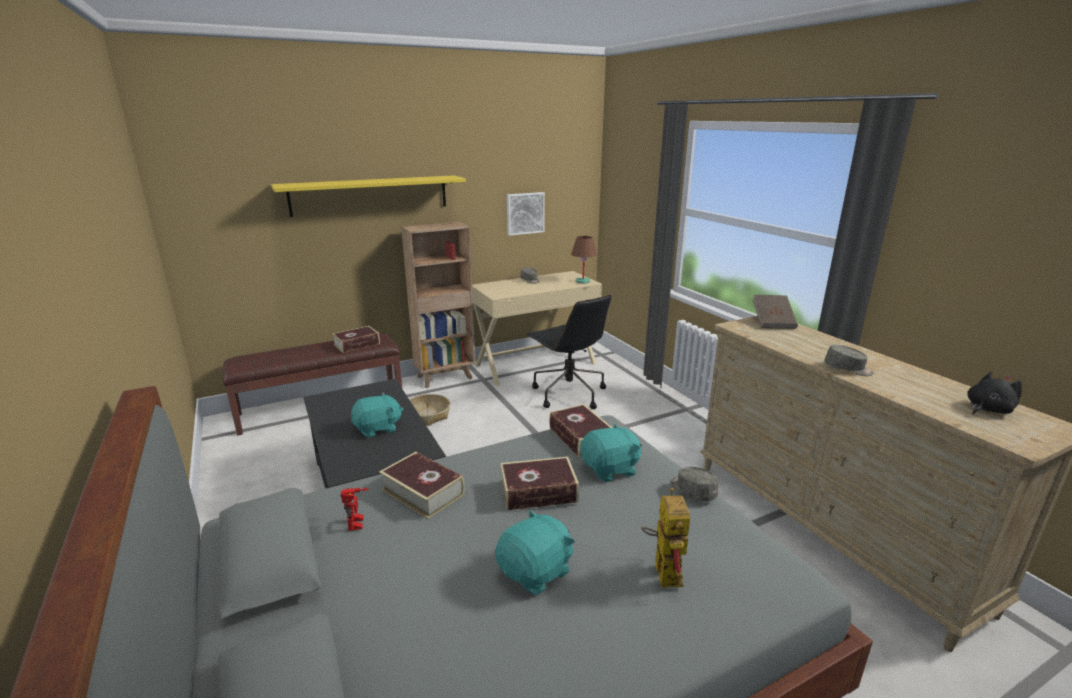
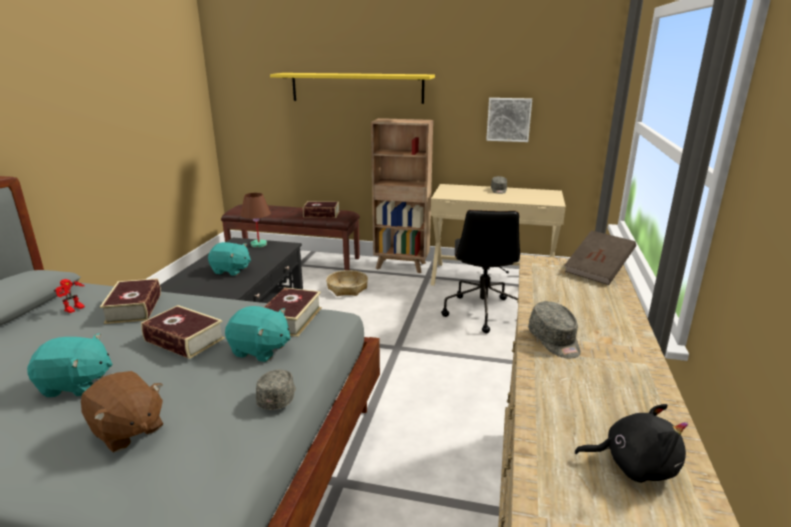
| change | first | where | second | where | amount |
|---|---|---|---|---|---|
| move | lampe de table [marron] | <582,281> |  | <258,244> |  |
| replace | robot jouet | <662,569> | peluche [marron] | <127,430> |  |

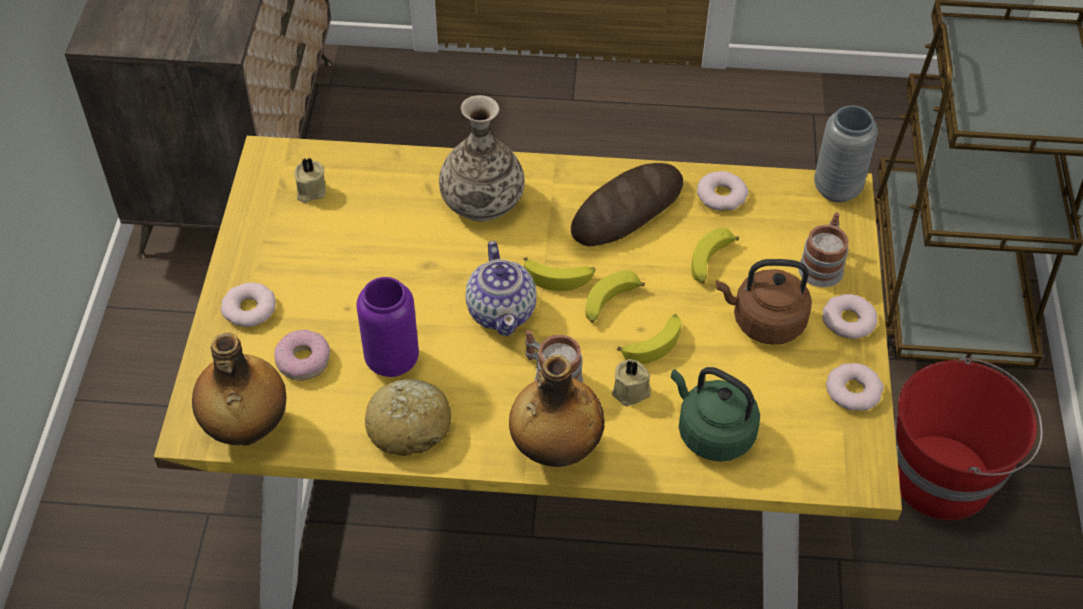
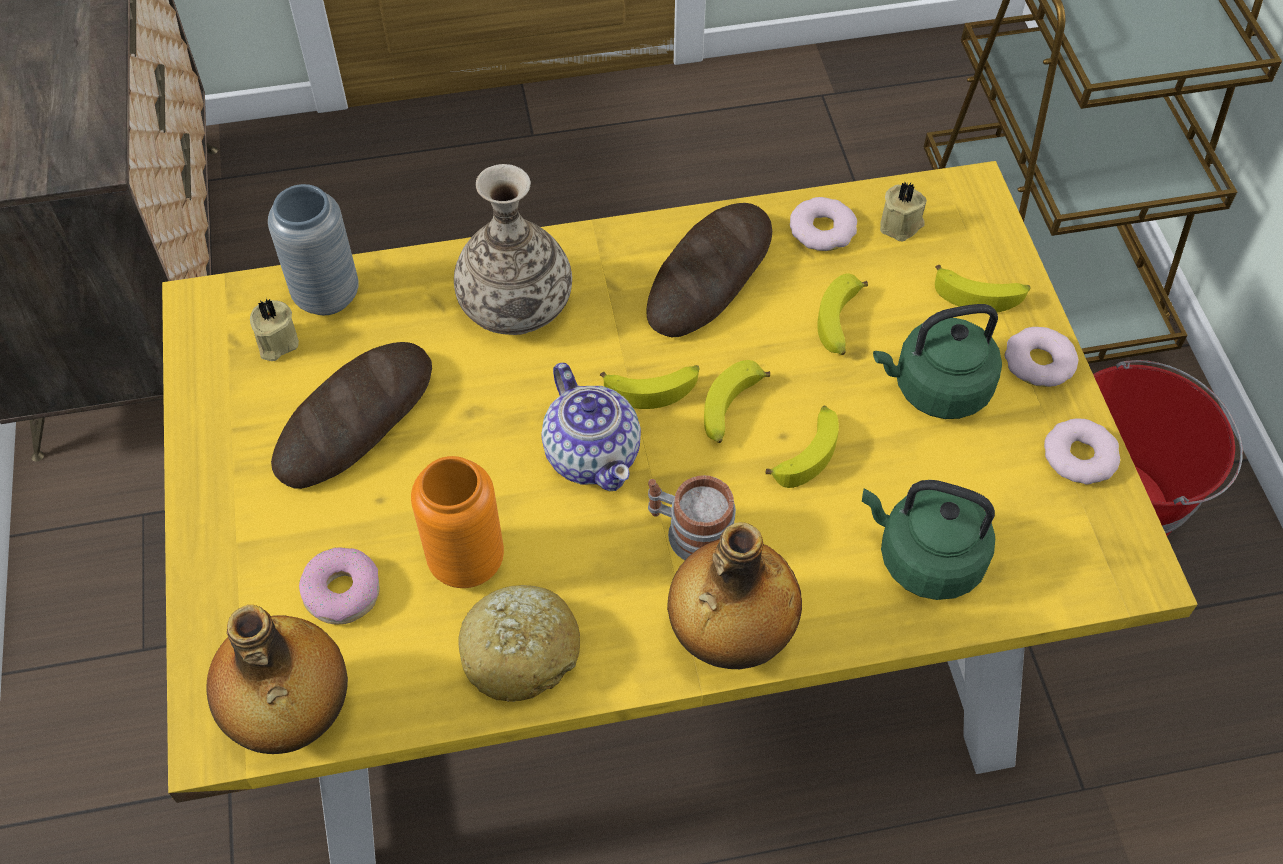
| change | first | where | second | where | amount |
|---|---|---|---|---|---|
| move | vase [gris] | <837,189> |  | <327,295> |  |
| replace | mug | <822,264> | banane | <980,294> |  |
| recolor | bouilloire [marron] | <764,322> | bouilloire [vert] | <936,388> |  |
| recolor | vase [violet] | <392,360> | vase [orange] | <466,561> |  |
| delete | beignet | <249,309> |  |  |  |
| move | bougie [beige] | <631,392> |  | <901,225> |  |
| insert |  |  | pain | <355,420> |  |

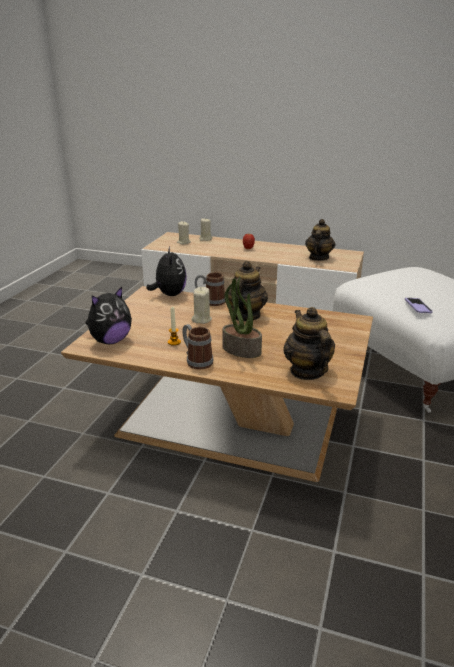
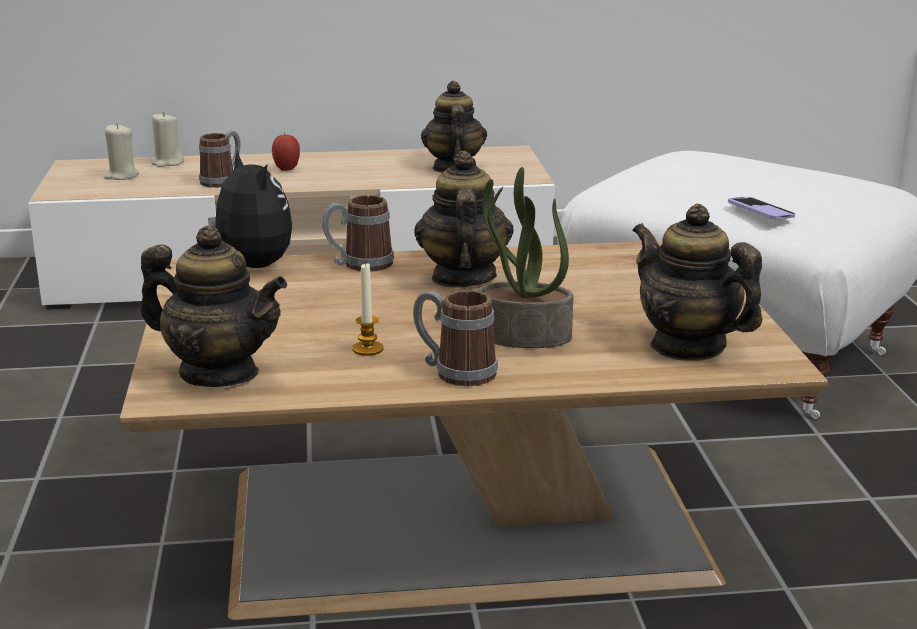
| change | first | where | second | where | amount |
|---|---|---|---|---|---|
| replace | peluche | <110,341> | théière | <219,373> |  |
| delete | bougie [beige] | <201,319> |  |  |  |
| insert |  |  | mug | <223,181> |  |

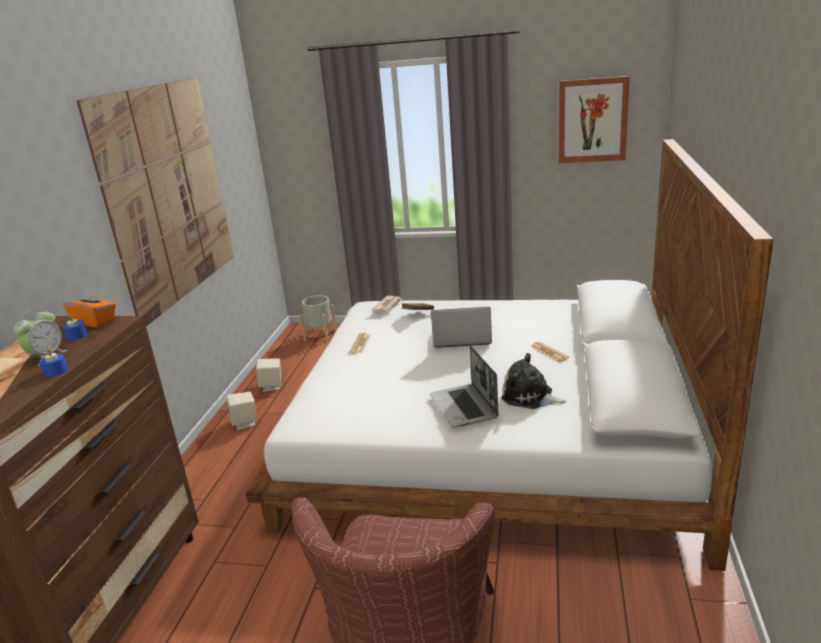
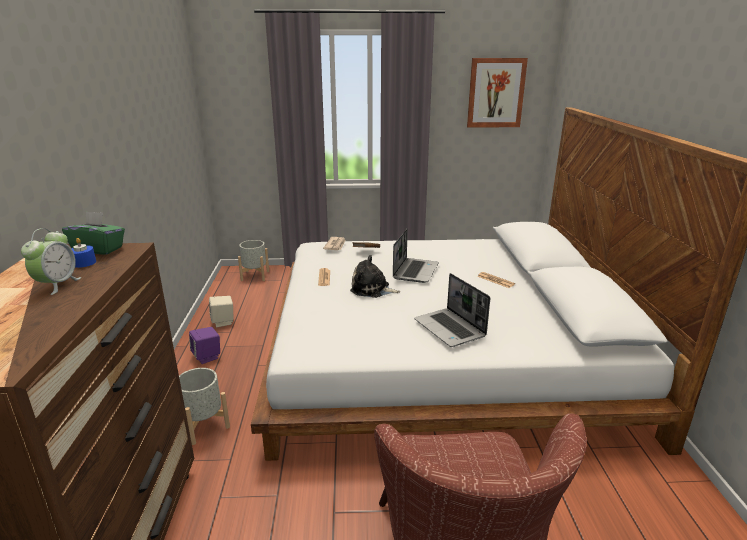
| change | first | where | second | where | amount |
|---|---|---|---|---|---|
| delete | tableau | <168,194> |  |  |  |
| recolor | boîte à mouchoirs [orange] | <95,322> | boîte à mouchoirs [vert] | <99,249> |  |
| rotate | ordinateur portable | <461,338> |  | <415,271> | 120 degrees clockwise |
| delete | bougie [bleu] | <55,371> |  |  |  |
| move | peluche | <530,397> |  | <372,289> |  |
| recolor | enceinte [beige] | <244,423> | enceinte [violet] | <207,357> |  |
| insert |  |  | cache-pot [gris] | <203,425> |  |

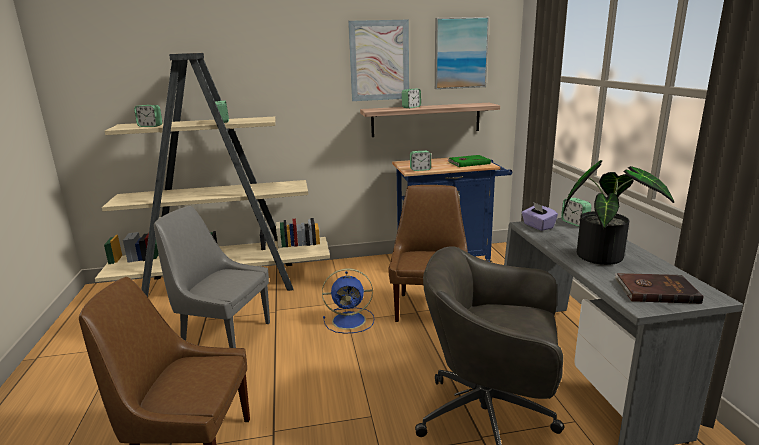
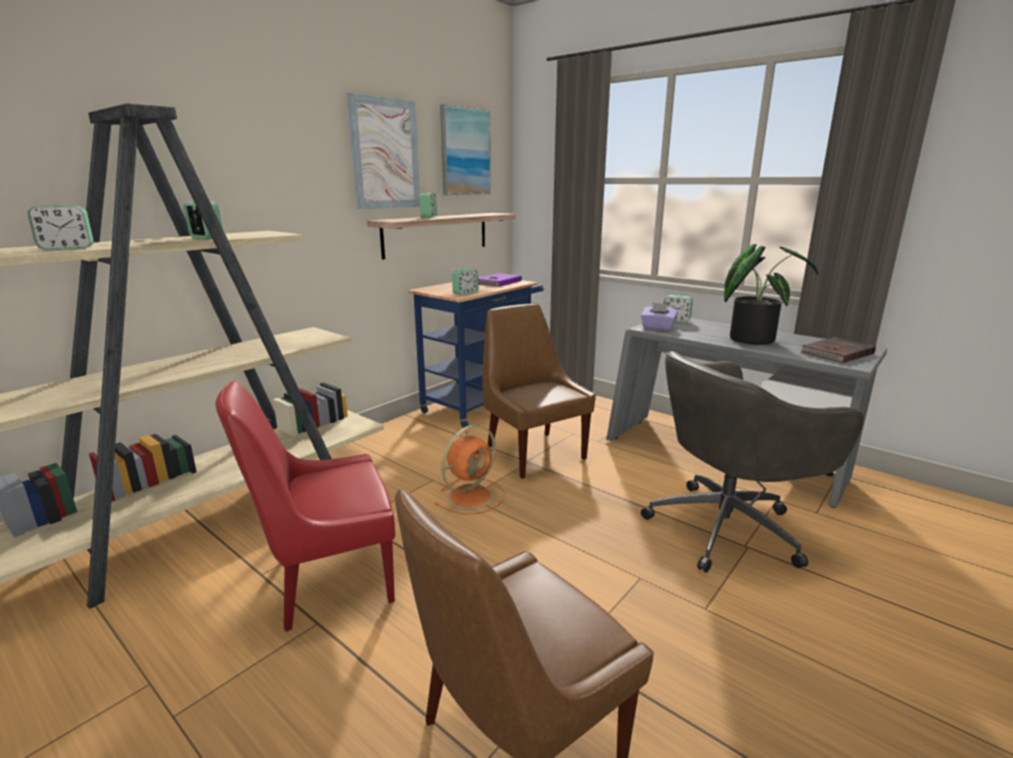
| change | first | where | second | where | amount |
|---|---|---|---|---|---|
| recolor | livre [vert] | <468,163> | livre [violet] | <497,282> |  |
| recolor | chaise [gris] | <224,335> | chaise [rouge] | <327,581> |  |
| recolor | ventilateur [bleu] | <350,320> | ventilateur [orange] | <472,495> |  |

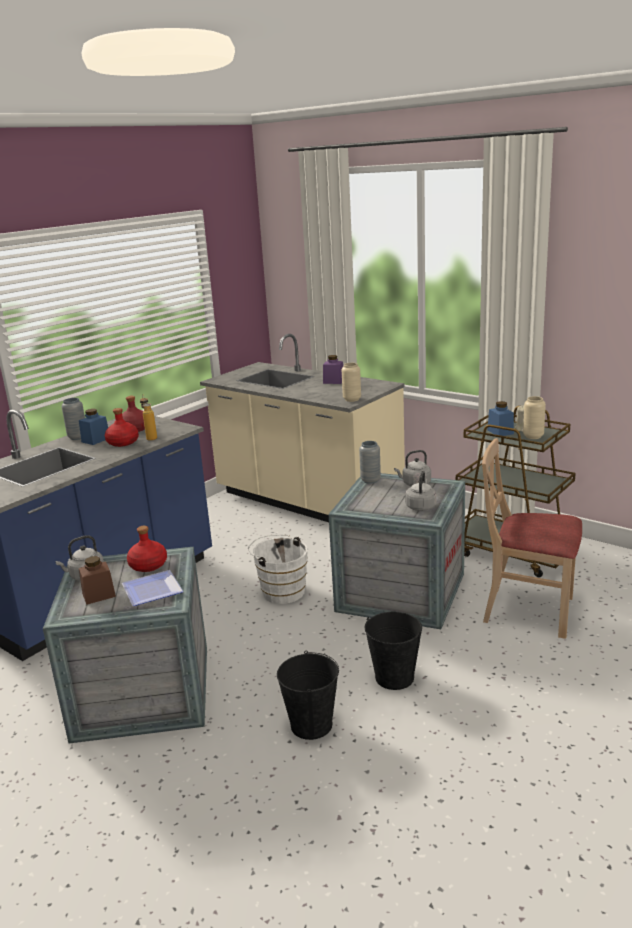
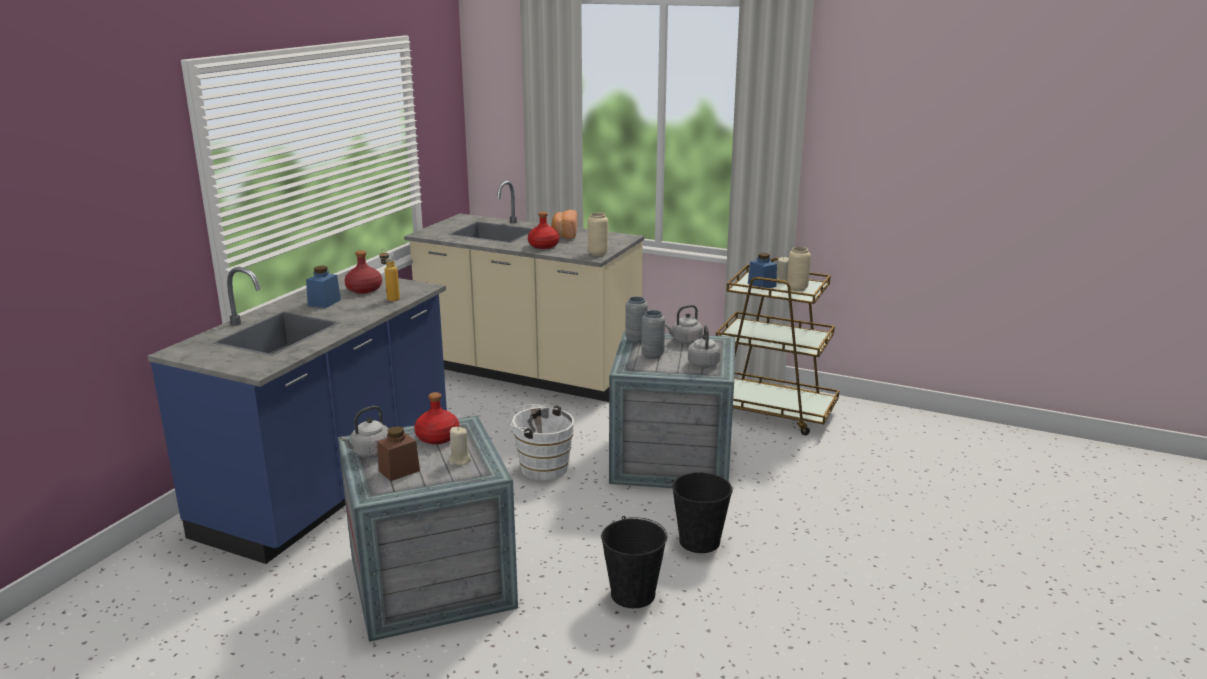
| change | first | where | second | where | amount |
|---|---|---|---|---|---|
| replace | bocal [violet] | <333,381> | pain | <564,234> |  |
| move | vase [gris] | <78,437> |  | <652,355> |  |
| move | bouteille [rouge] | <122,442> |  | <543,246> |  |
| delete | chaise [beige] | <528,610> |  |  |  |
| replace | assiette | <153,589> | bougie [beige] | <459,460> |  |

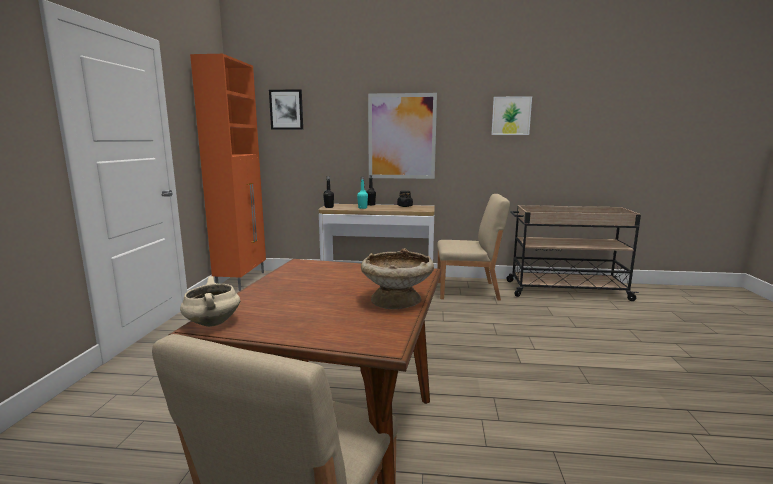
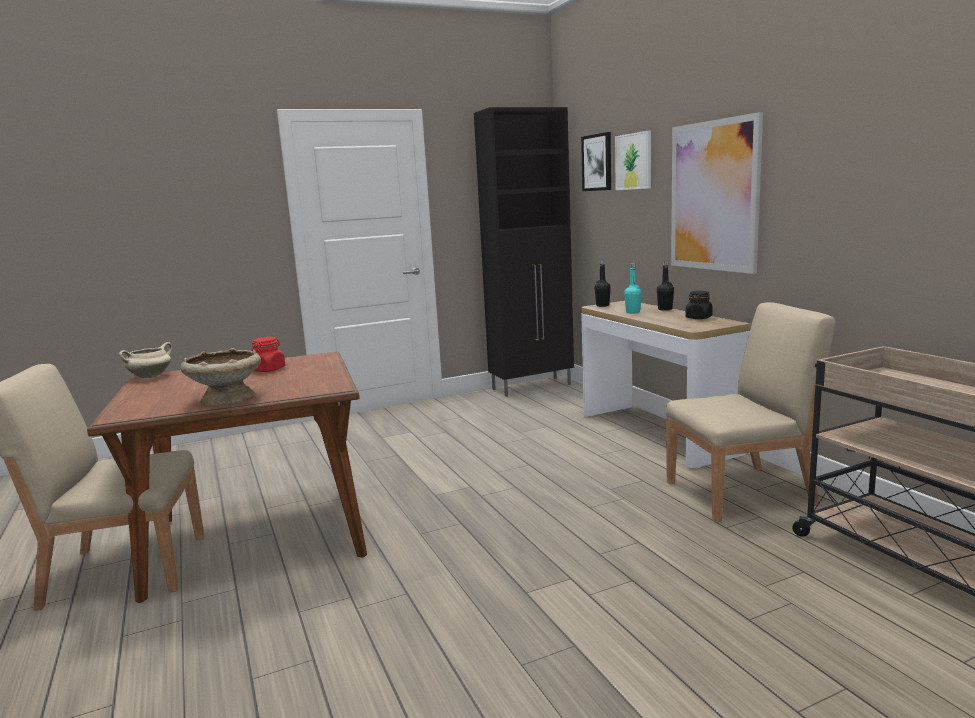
| change | first | where | second | where | amount |
|---|---|---|---|---|---|
| recolor | meuble de rangement [orange] | <242,280> | meuble de rangement [noir] | <533,387> |  |
| move | tableau | <511,116> |  | <633,161> |  |
| rotate | chaise [beige] | <468,291> |  | <741,493> | 75 degrees counterclockwise |
| insert |  |  | bocal [rouge] | <268,369> |  |

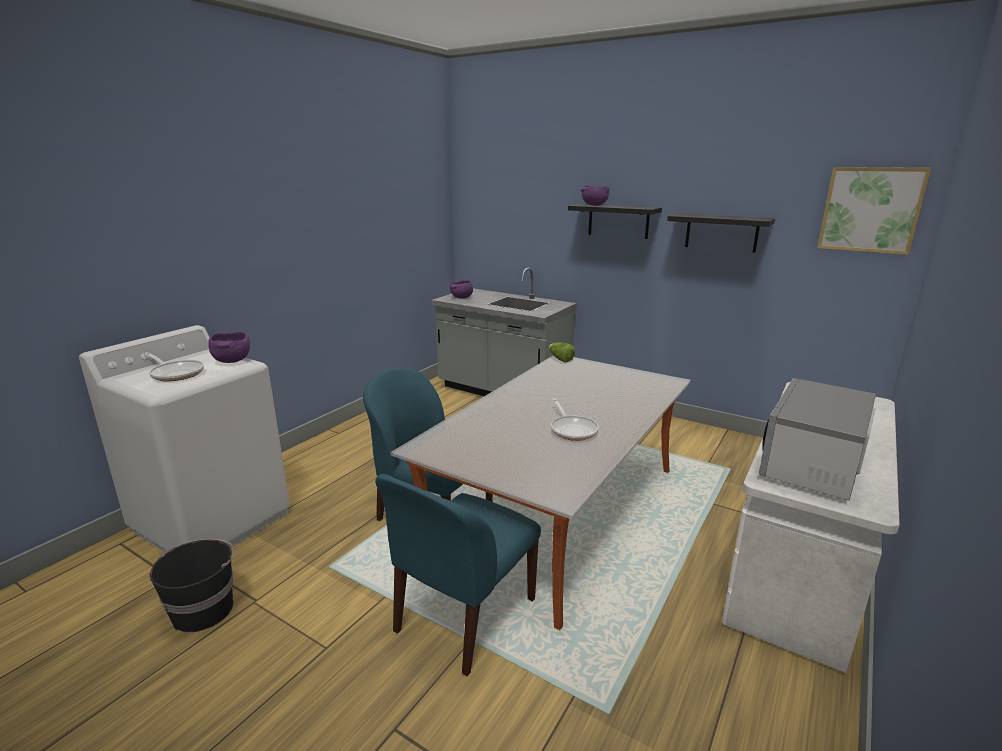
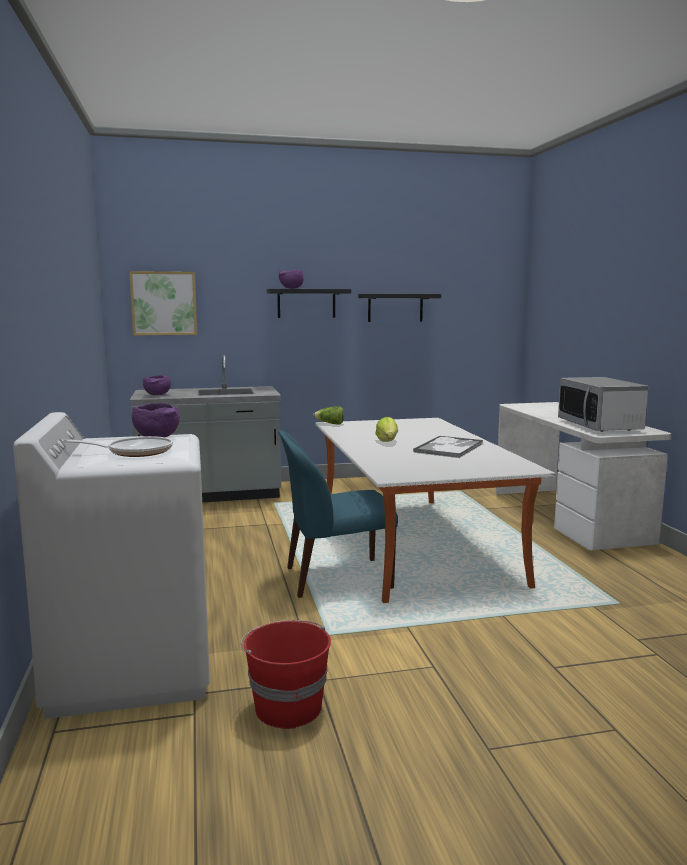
| change | first | where | second | where | amount |
|---|---|---|---|---|---|
| move | tableau | <870,210> |  | <164,303> |  |
| replace | poêle | <572,429> | plateau | <449,447> |  |
| delete | chaise [bleu] | <463,617> |  |  |  |
| recolor | seau [noir] | <204,610> | seau [rouge] | <287,707> |  |
| insert |  |  | laitue | <387,441> |  |

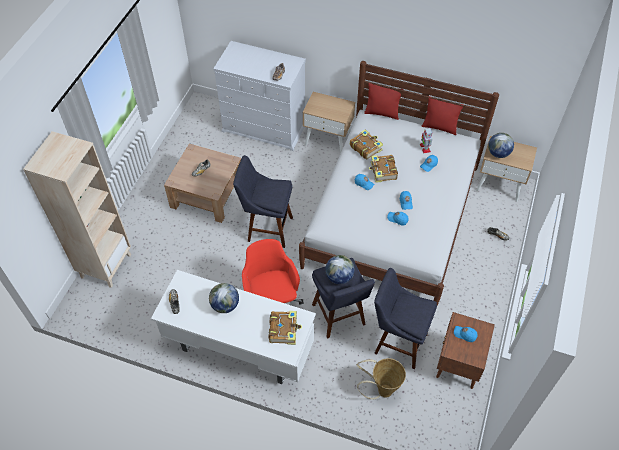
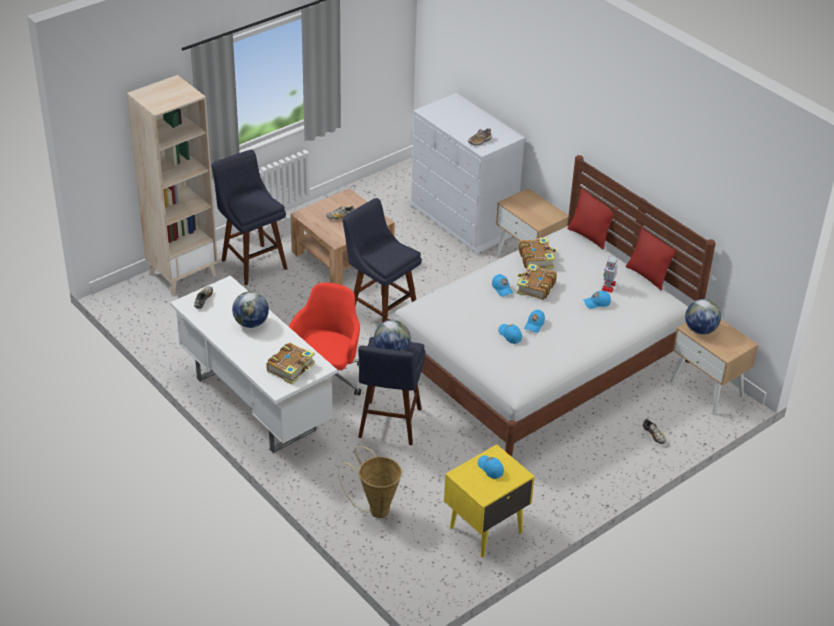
| change | first | where | second | where | amount |
|---|---|---|---|---|---|
| move | tabouret [bleu] | <397,342> |  | <252,262> |  |
| recolor | table de chevet [marron] | <458,366> | table de chevet [jaune] | <484,530> |  |

